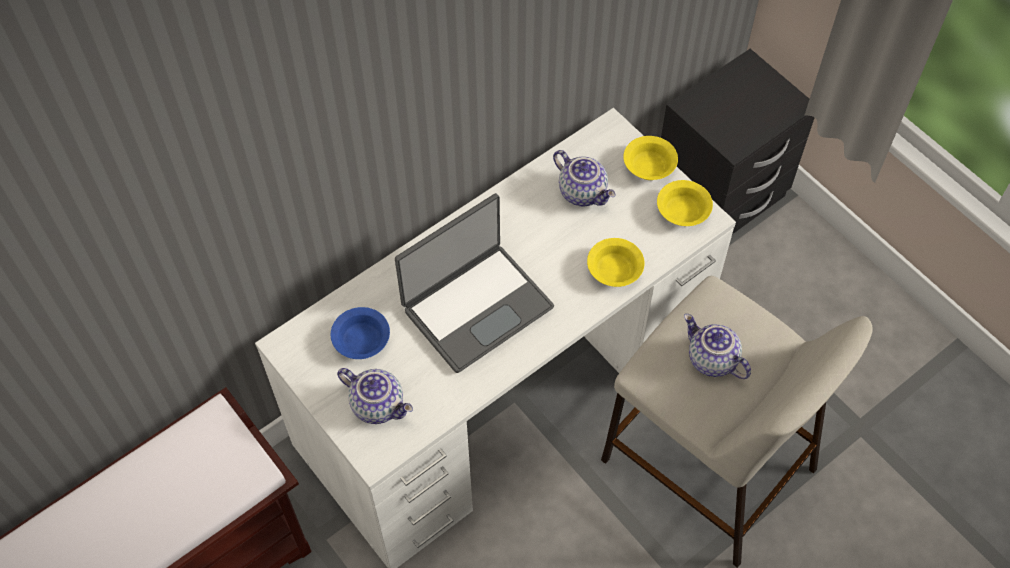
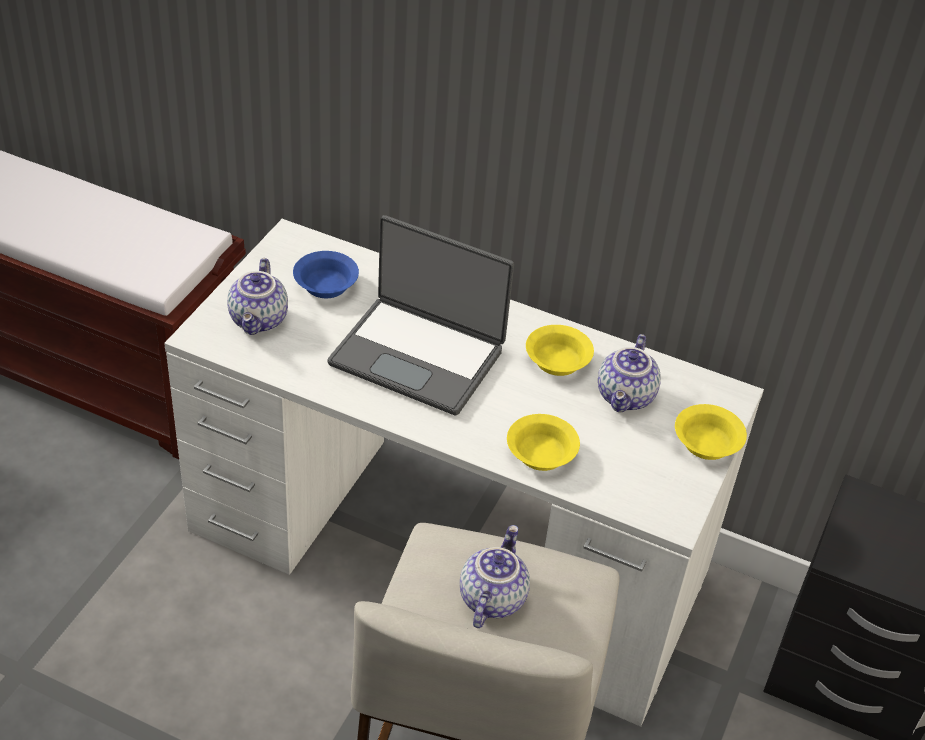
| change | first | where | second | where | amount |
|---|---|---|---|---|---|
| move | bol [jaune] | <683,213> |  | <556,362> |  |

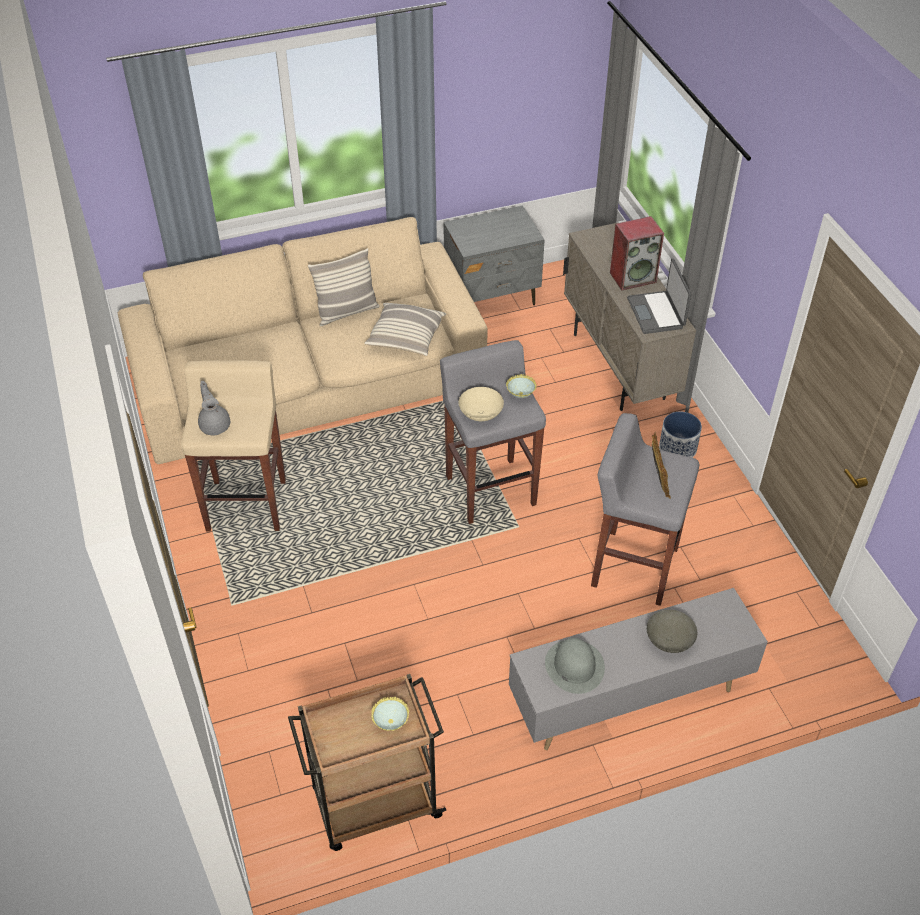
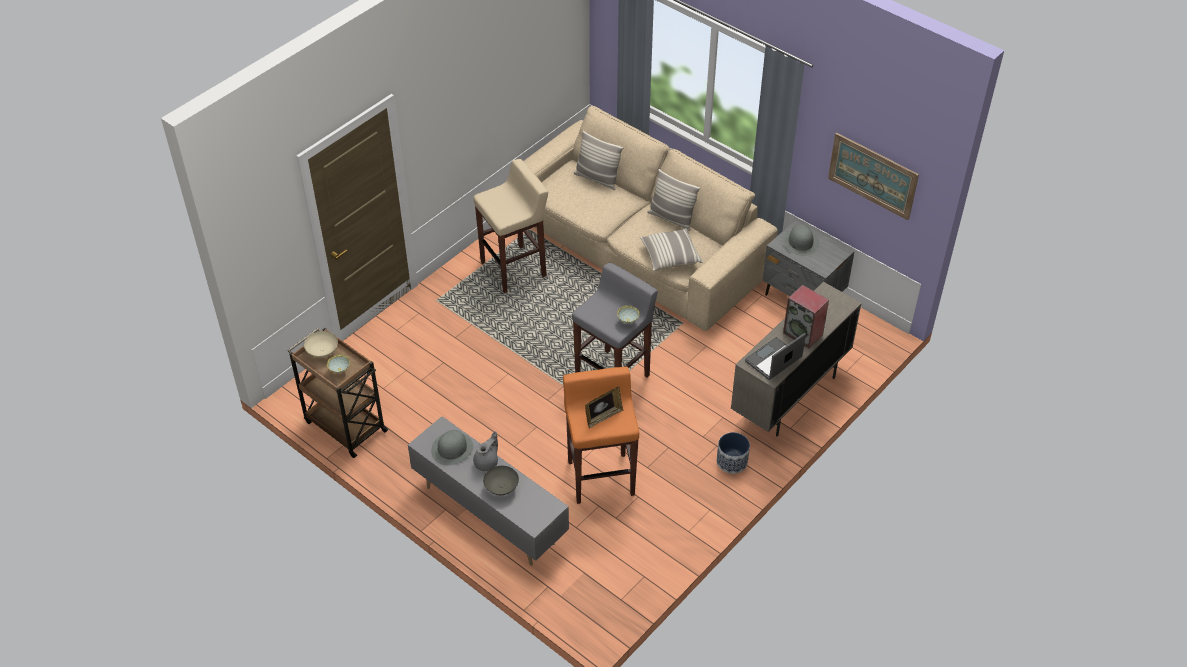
| change | first | where | second | where | amount |
|---|---|---|---|---|---|
| move | théière [gris] | <215,425> |  | <487,462> |  |
| move | bol [beige] | <481,414> |  | <323,352> |  |
| recolor | tabouret [gris] | <633,566> | tabouret [orange] | <601,477> |  |
| insert |  |  | coussin | <597,179> |  |
| insert |  |  | tableau | <872,175> |  |
| insert |  |  | chapeau [gris] | <800,242> |  |

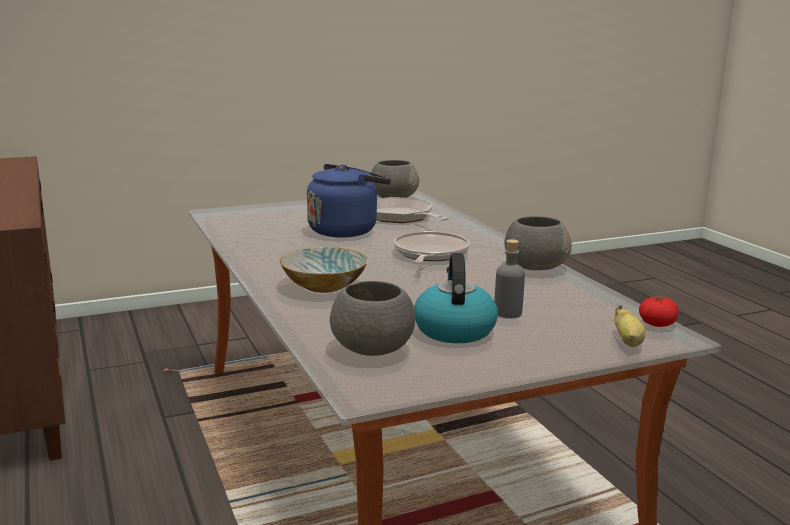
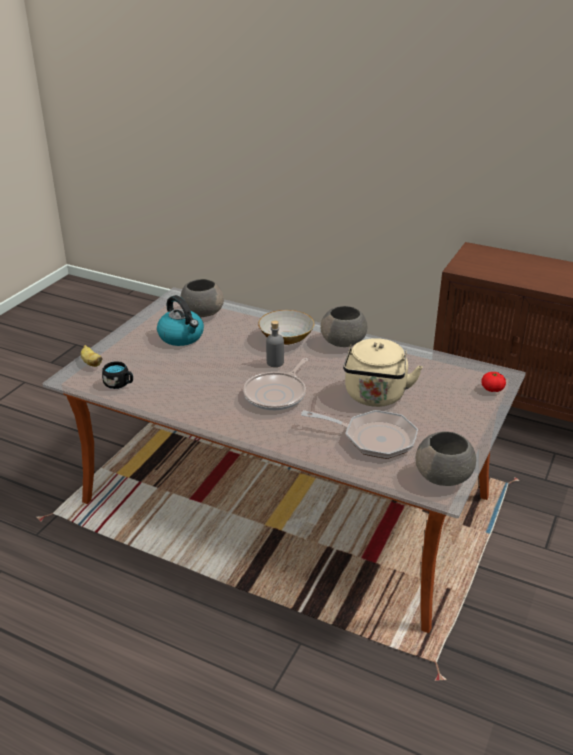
| change | first | where | second | where | amount |
|---|---|---|---|---|---|
| recolor | bouilloire [bleu] | <346,230> | bouilloire [beige] | <375,397> |  |
| move | bol [gris] | <534,267> |  | <344,342> |  |
| rotate | poêle | <429,254> |  | <277,394> | 60 degrees clockwise |
| move | bouteille [gris] | <508,313> |  | <275,362> |  |
| move | tomate | <657,324> |  | <492,389> |  |
| insert |  |  | mug [noir] | <119,384> |  |

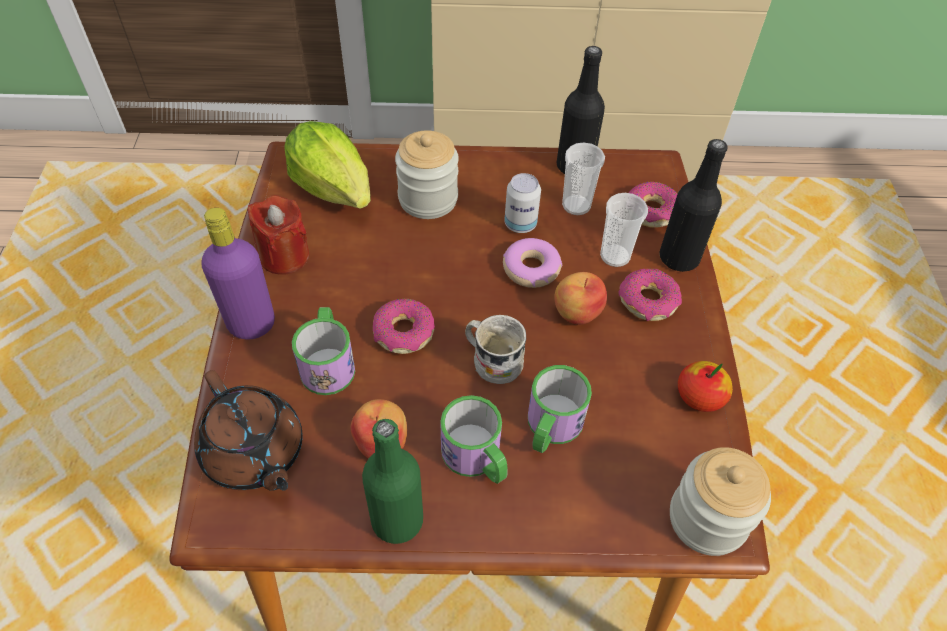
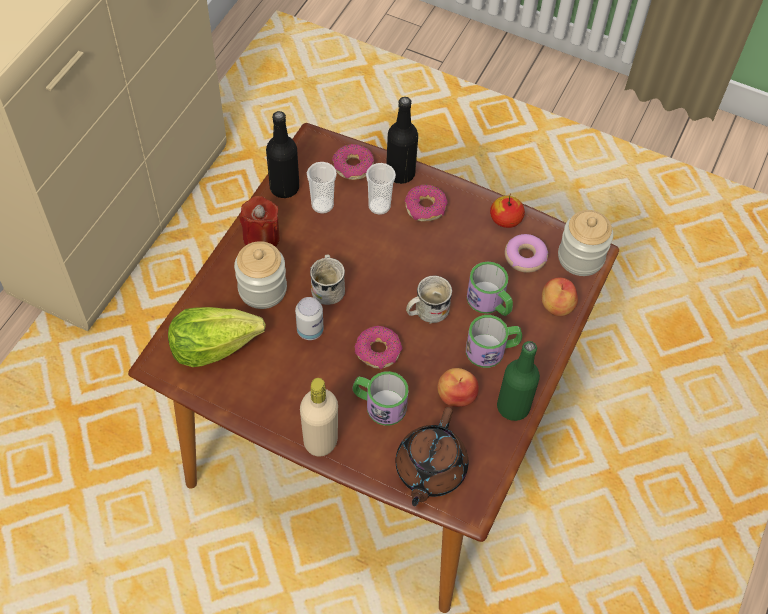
| change | first | where | second | where | amount |
|---|---|---|---|---|---|
| move | boîte métallique | <520,224> |  | <310,330> |  |
| move | bougie [rouge] | <284,256> |  | <261,238> |  |
| recolor | bouteille [violet] | <251,324> | bouteille [beige] | <320,441> |  |
| move | beignet | <531,269> |  | <525,257> |  |
| move | pomme | <577,312> |  | <556,306> |  |
| rotate | théière [marron] | <254,453> |  | <429,470> | 120 degrees clockwise |
| insert |  |  | mug [blanc] | <328,287> |  |

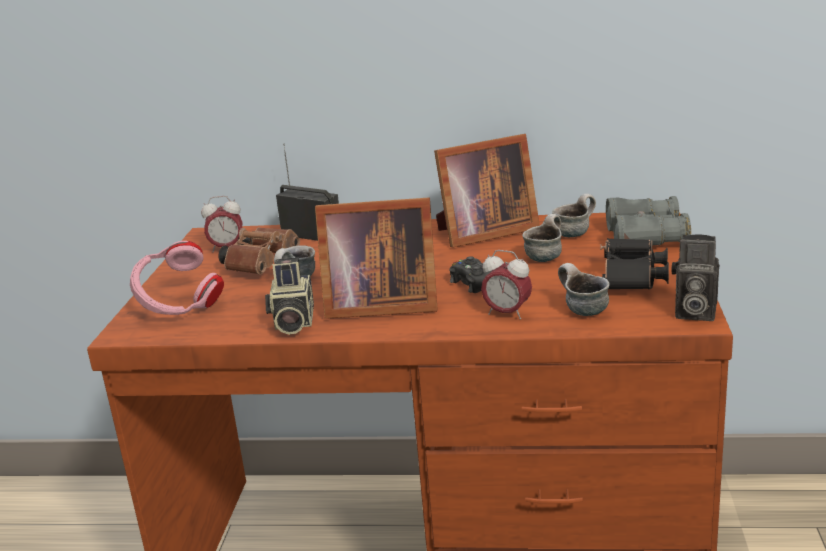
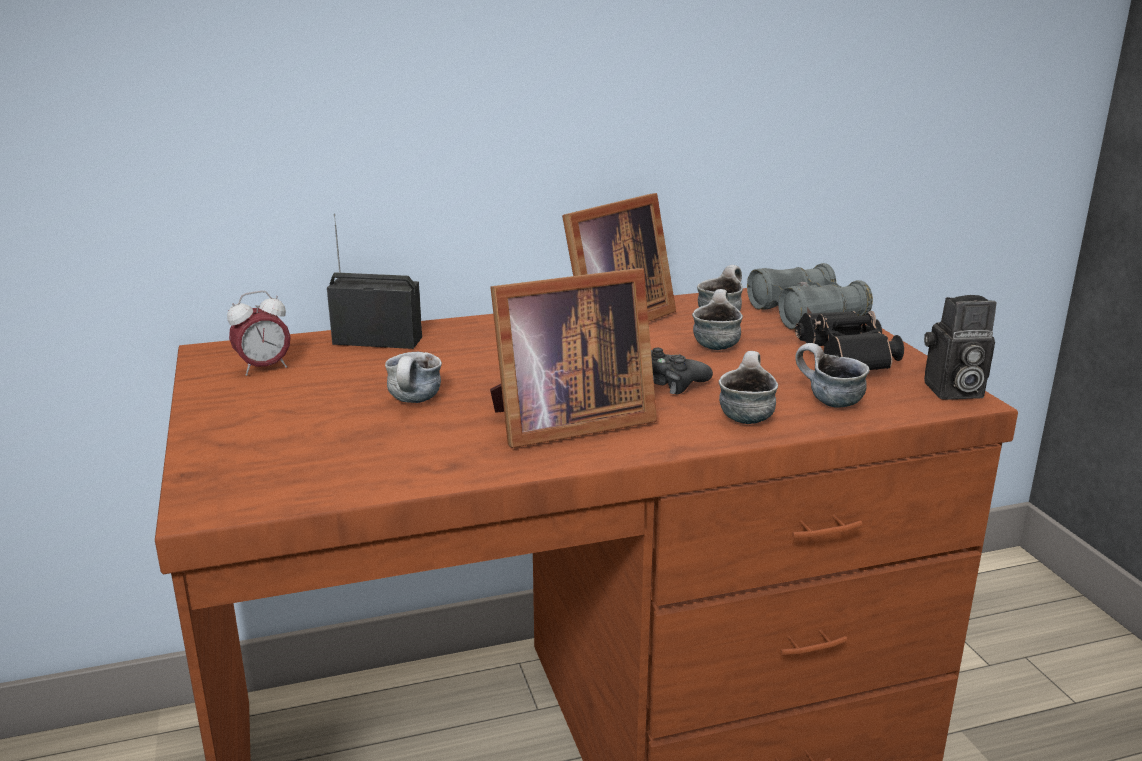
| change | first | where | second | where | amount |
|---|---|---|---|---|---|
| delete | jumelles [marron] | <262,264> |  |  |  |
| delete | casque audio [rose] | <179,308> |  |  |  |
| replace | réveil | <507,313> | mug | <744,415> |  |
| delete | appareil photo | <292,322> |  |  |  |

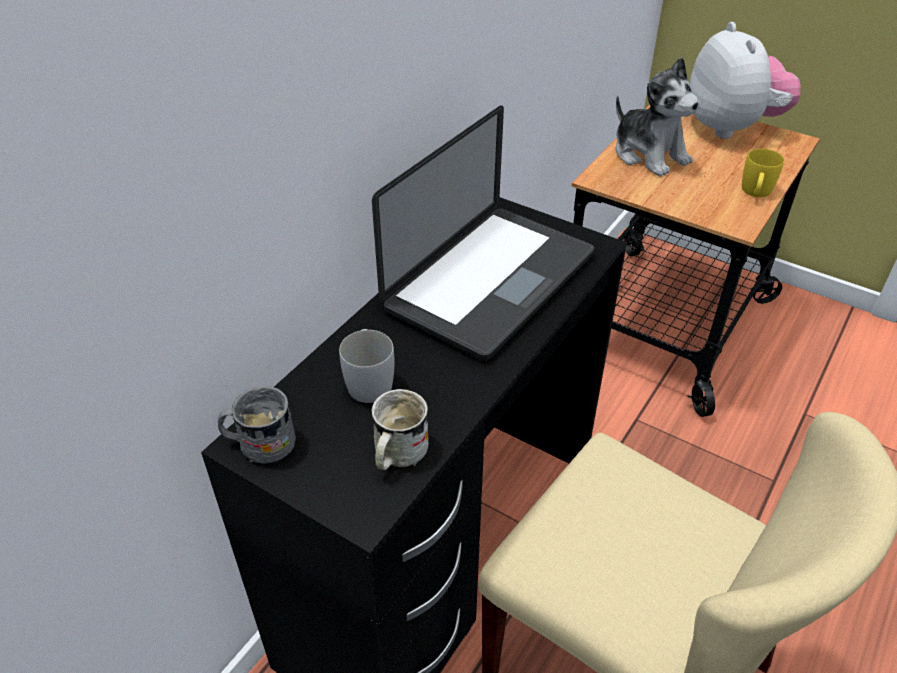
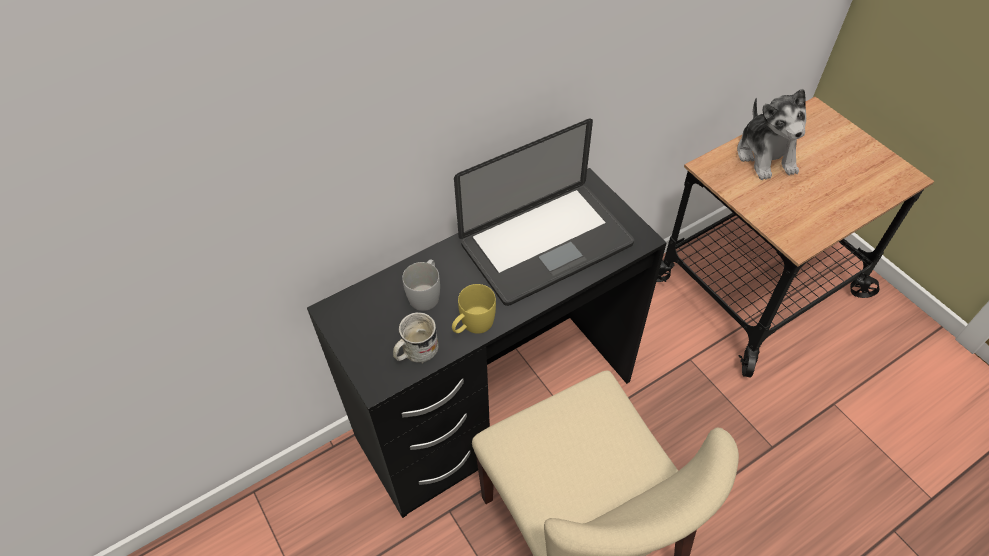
| change | first | where | second | where | amount |
|---|---|---|---|---|---|
| delete | peluche | <731,128> |  |  |  |
| move | mug [jaune] | <755,193> |  | <472,325> |  |
| delete | mug [gris] | <260,444> |  |  |  |

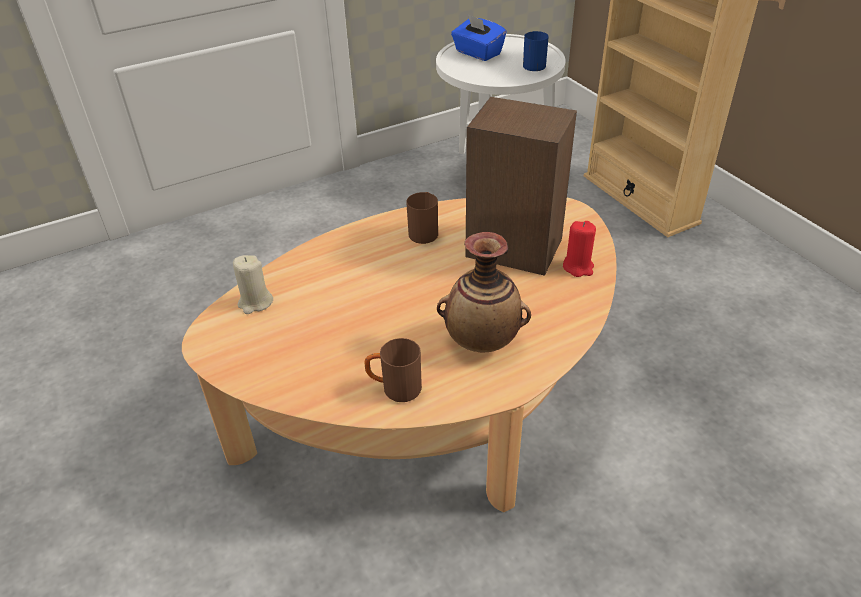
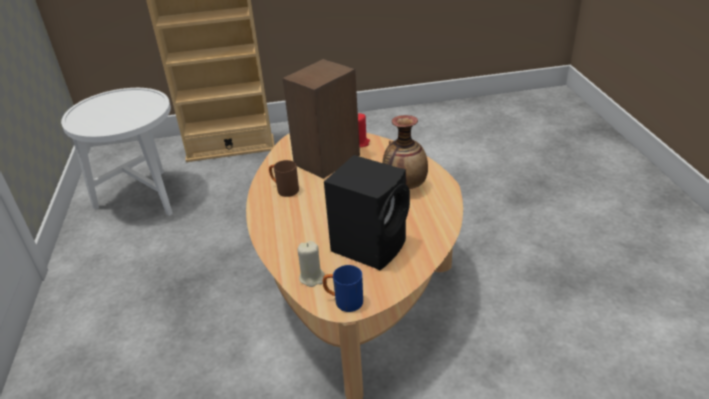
| change | first | where | second | where | amount |
|---|---|---|---|---|---|
| delete | boîte à mouchoirs [bleu] | <477,53> |  |  |  |
| move | mug [bleu] | <533,65> |  | <343,301> |  |
| delete | mug [marron] | <394,388> |  |  |  |
| insert |  |  | enceinte [noir] | <370,245> |  |

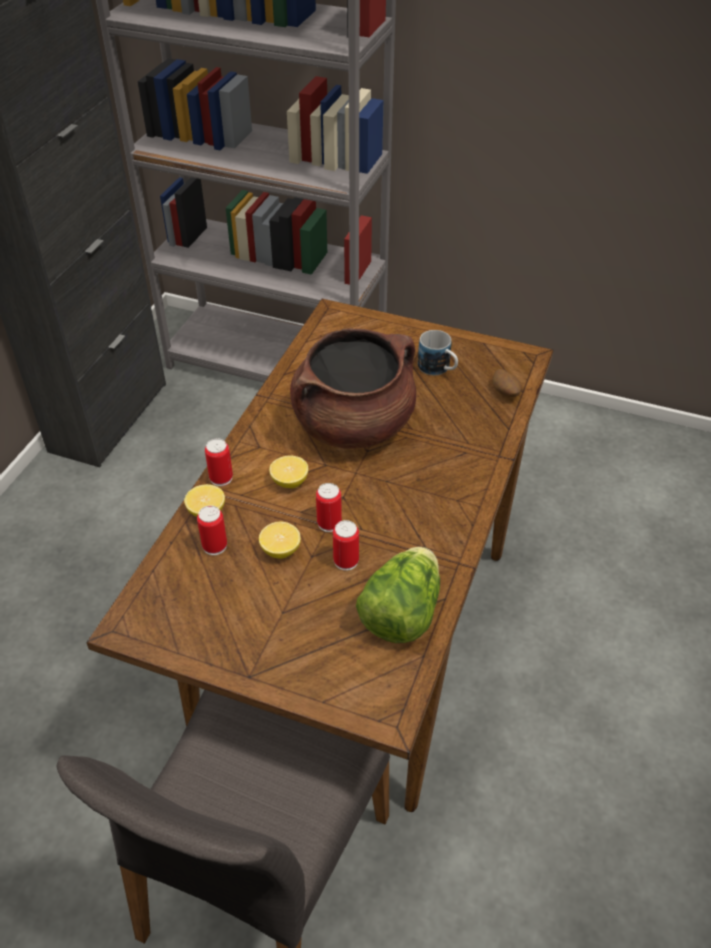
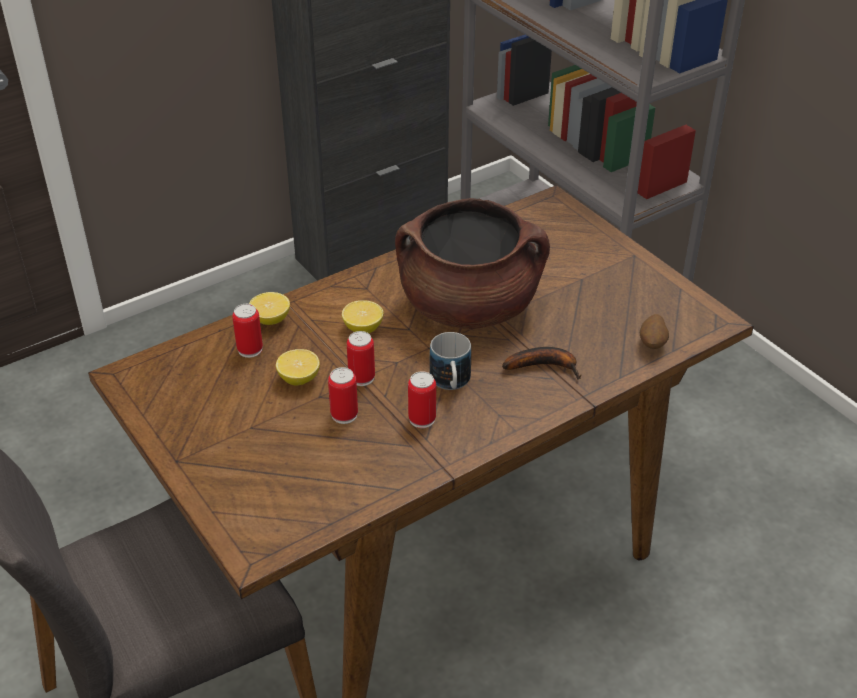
| change | first | where | second | where | amount |
|---|---|---|---|---|---|
| move | mug | <438,369> |  | <451,383> |  |
| move | boîte métallique | <221,478> |  | <422,419> |  |
| delete | laitue | <401,613> |  |  |  |
| insert |  |  | banane | <545,366> |  |

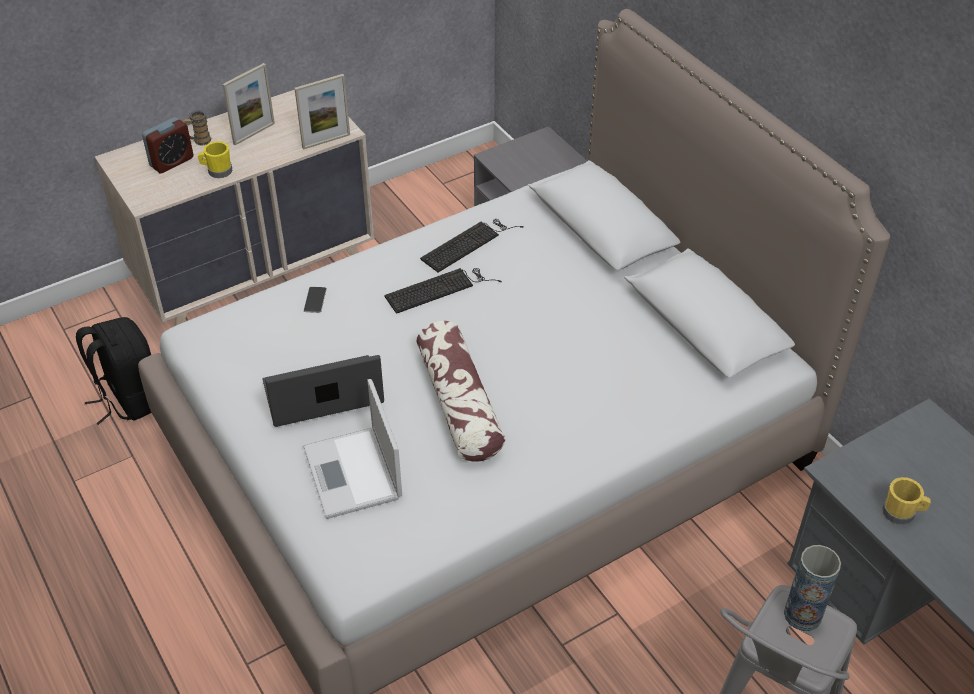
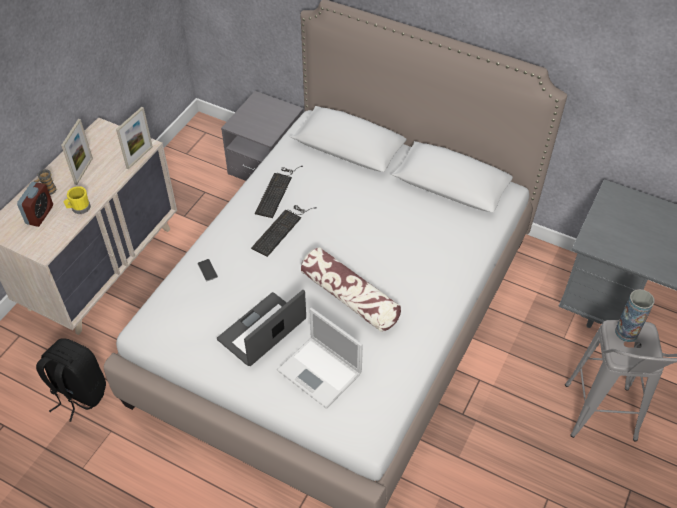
| change | first | where | second | where | amount |
|---|---|---|---|---|---|
| delete | mug [jaune] | <902,513> |  |  |  |

